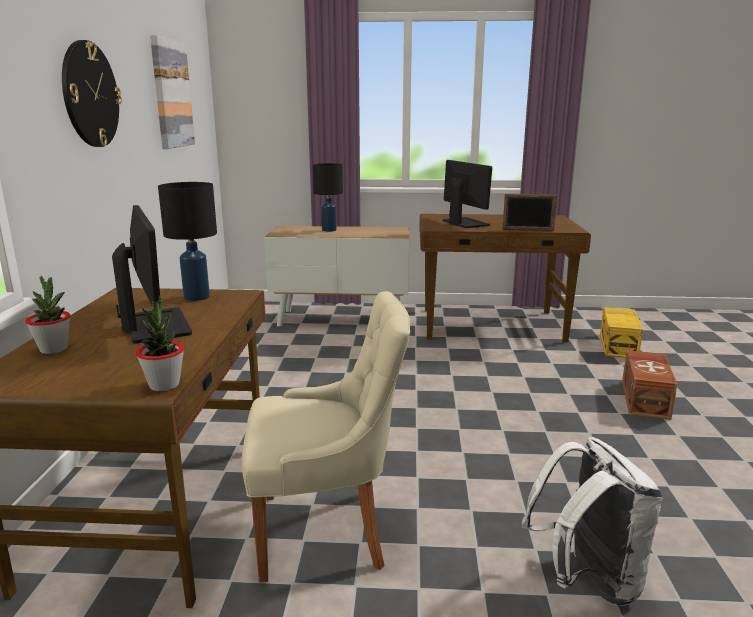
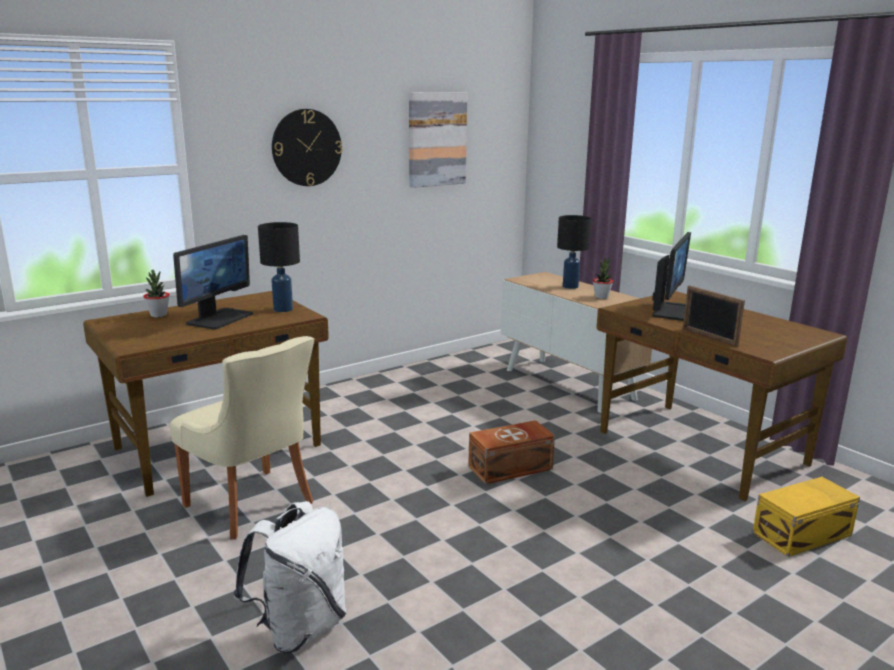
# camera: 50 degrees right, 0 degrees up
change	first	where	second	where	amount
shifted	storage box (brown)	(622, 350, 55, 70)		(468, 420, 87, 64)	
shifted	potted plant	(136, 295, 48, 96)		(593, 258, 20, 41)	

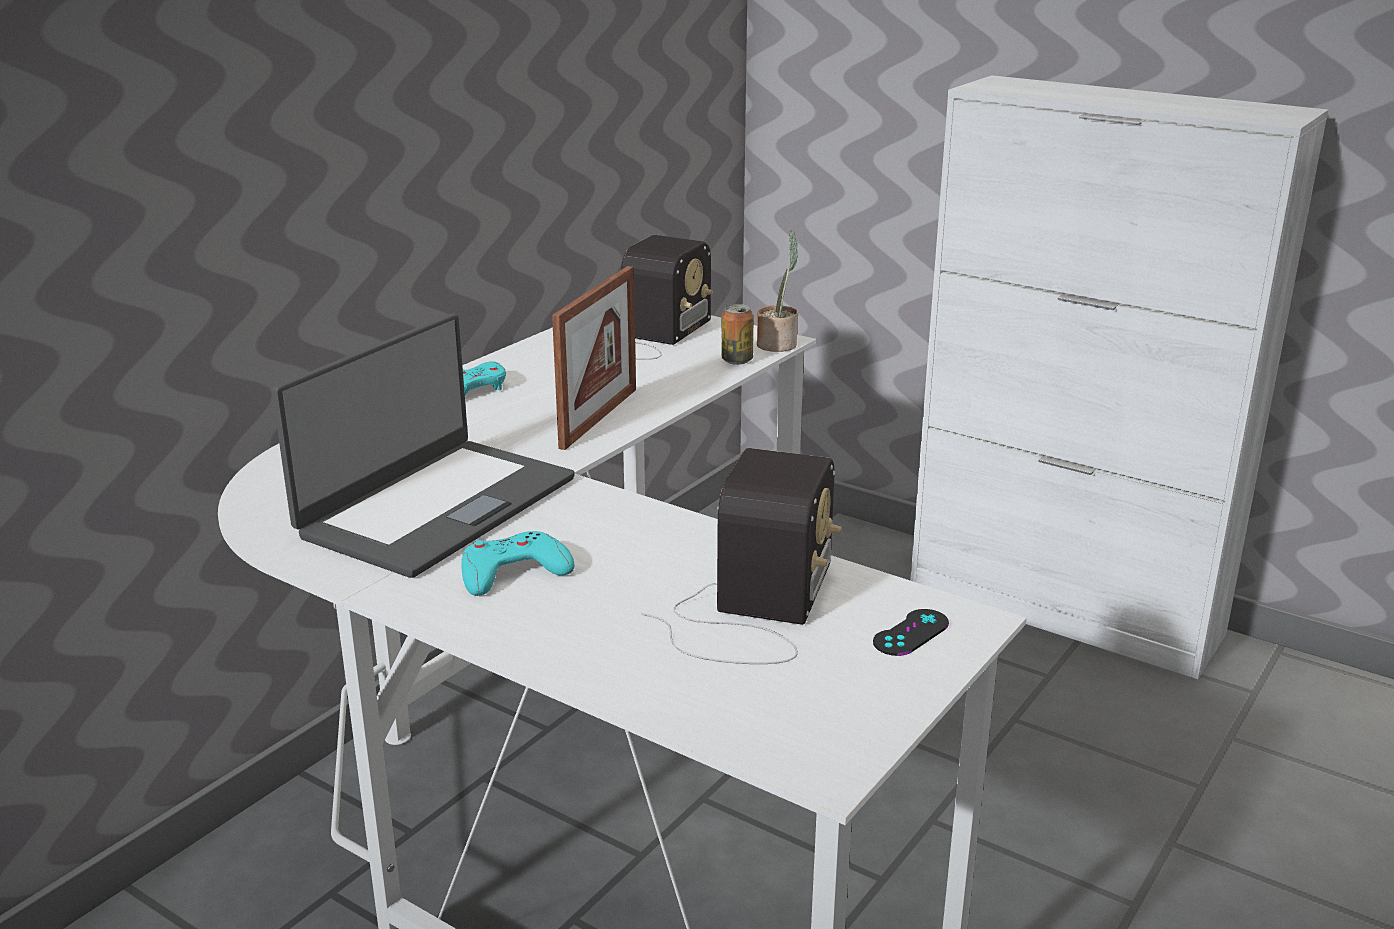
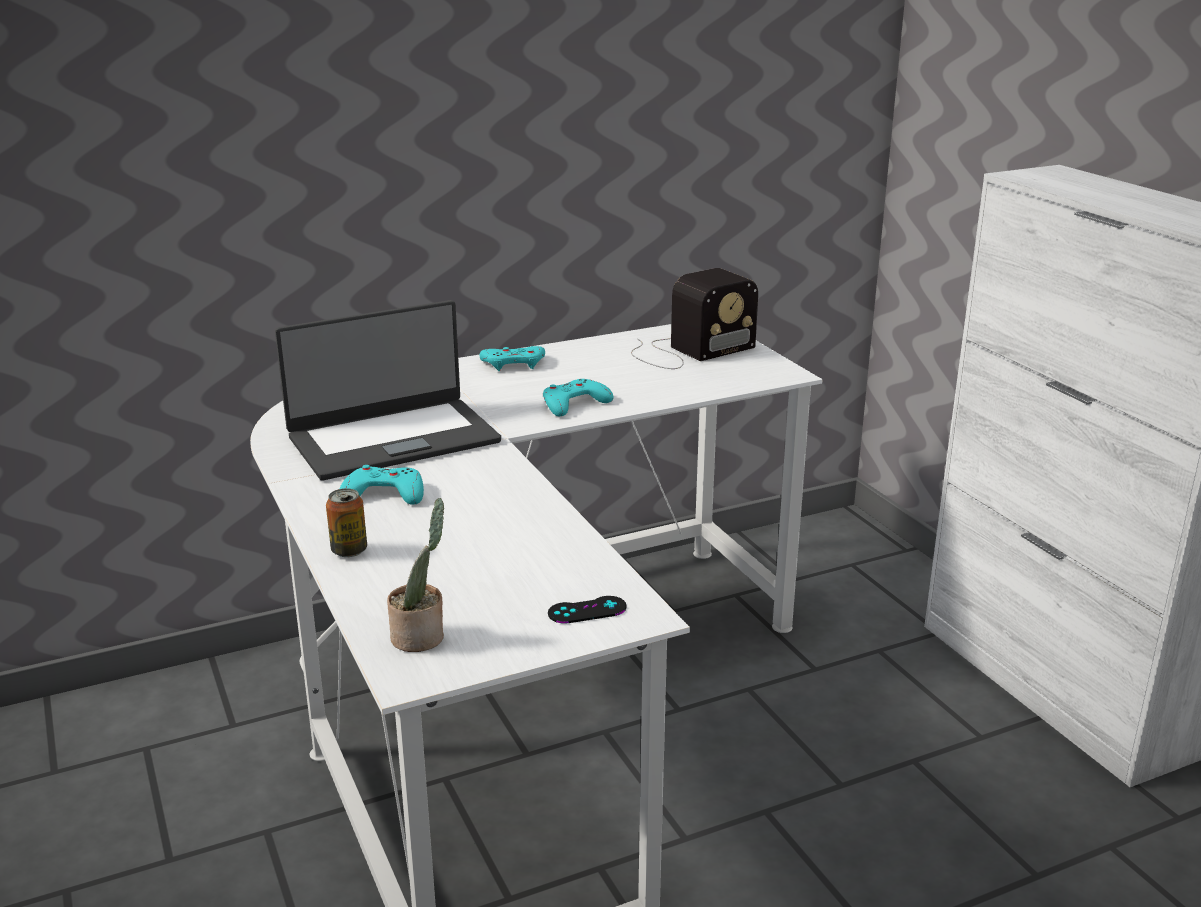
# camera: 30 degrees right, 0 degrees up
change	first	where	second	where	amount
shifted	can	(722, 304, 32, 61)		(326, 488, 41, 69)	
shifted	potted plant	(757, 230, 41, 122)		(387, 498, 57, 154)	
swapped	picture frame	(552, 266, 84, 184)	game controller (turquoise)	(543, 379, 71, 37)	
gone	radio	(641, 448, 201, 216)			

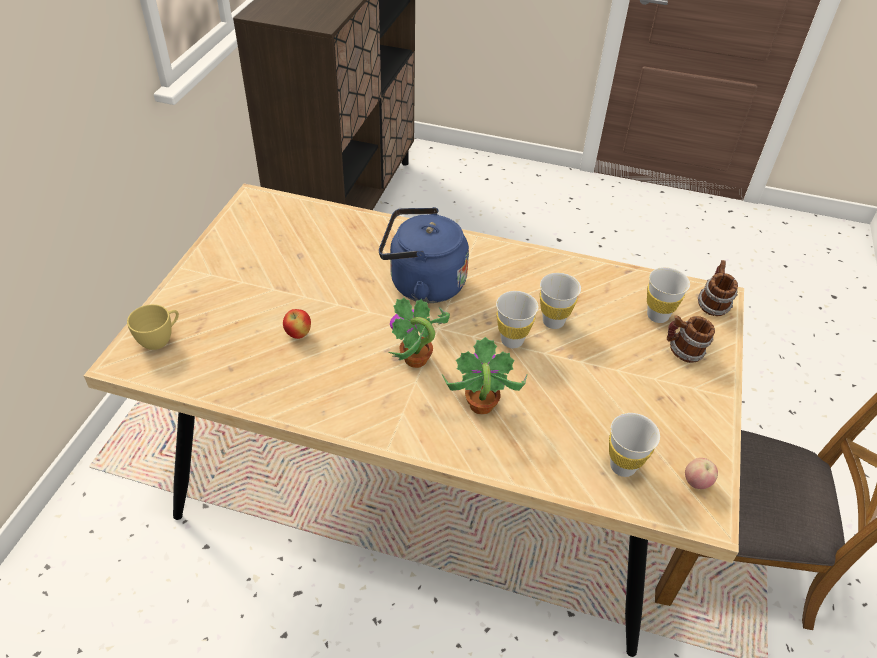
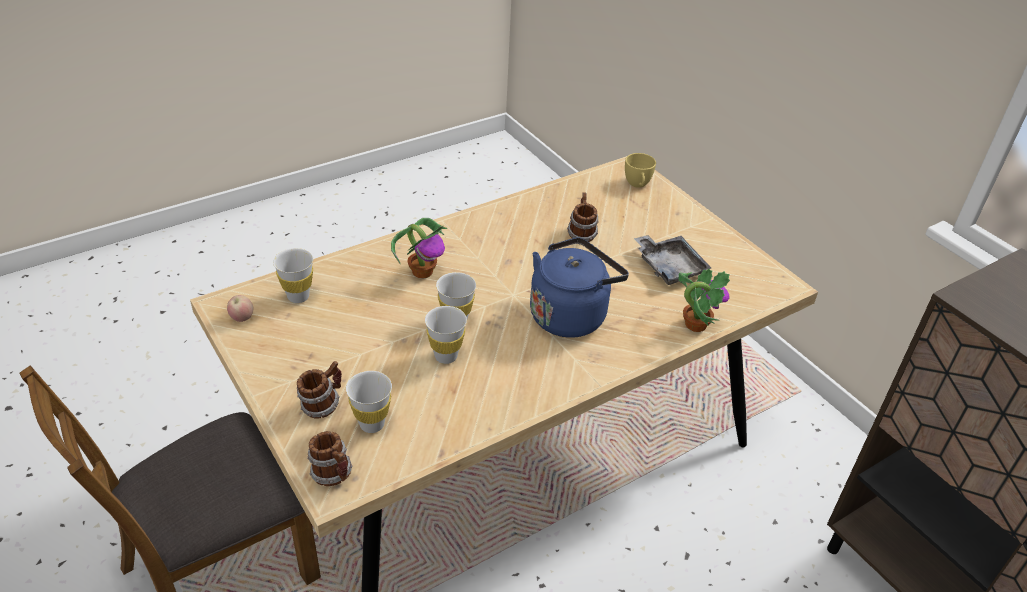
# camera: 130 degrees right, 5 degrees down
change	first	where	second	where	amount
swapped	apple	(283, 309, 28, 30)	mug	(567, 193, 32, 49)	
new			tray (grey)	(634, 235, 77, 50)	
shifted	potted plant	(388, 297, 62, 71)		(679, 269, 51, 63)	

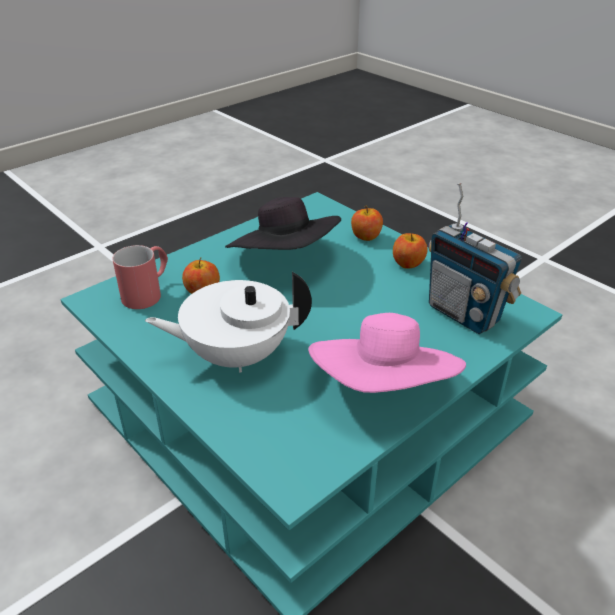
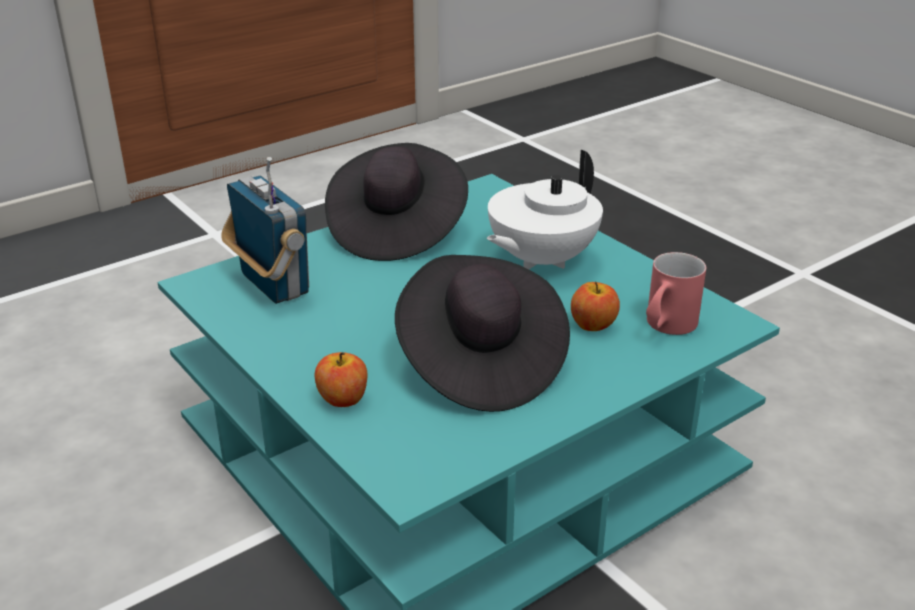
# camera: 175 degrees left, 5 degrees down
change	first	where	second	where	amount
repainted	hat (pink)	(308, 313, 158, 80)	hat (black)	(325, 143, 143, 118)	
rotated	teapot (white)	(145, 272, 167, 101)		(487, 150, 116, 119)	135 degrees clockwise
gone	apple	(393, 233, 35, 35)			

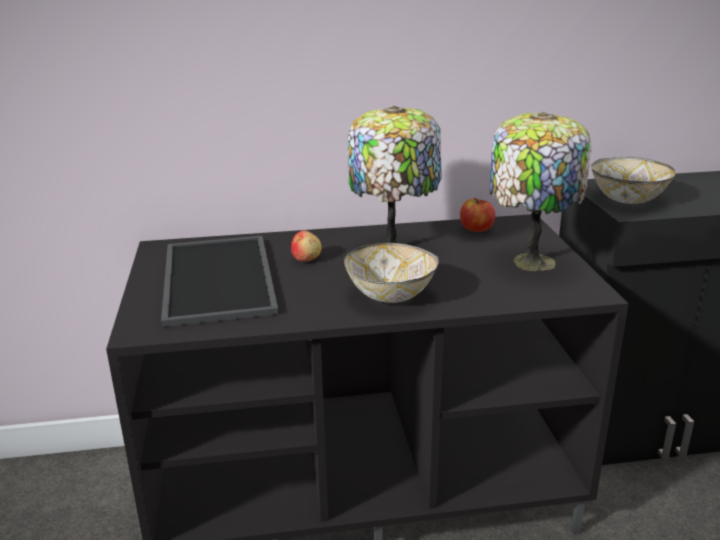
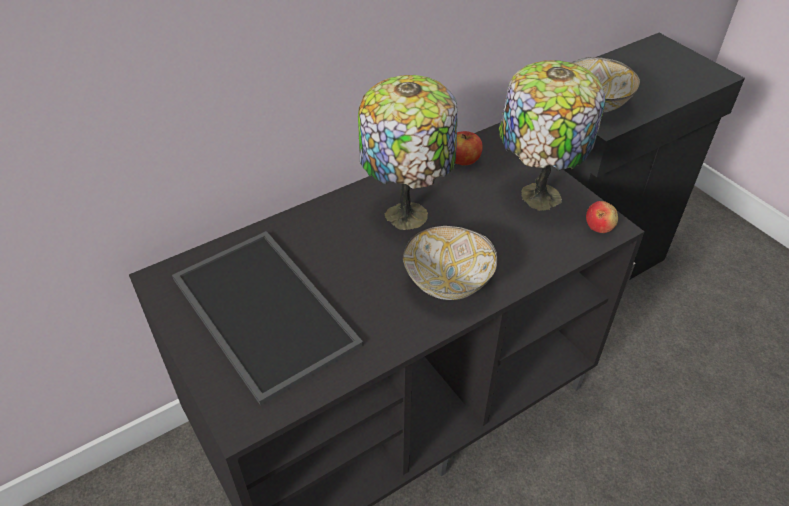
# camera: 25 degrees left, 20 degrees up
change	first	where	second	where	amount
shifted	apple	(291, 230, 31, 32)		(586, 201, 32, 32)	

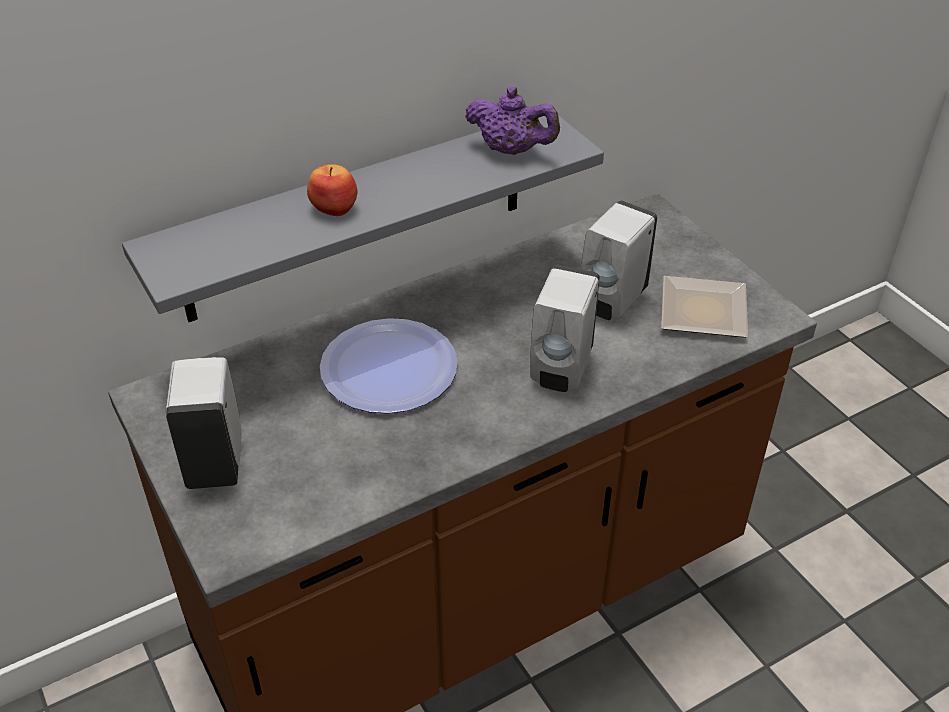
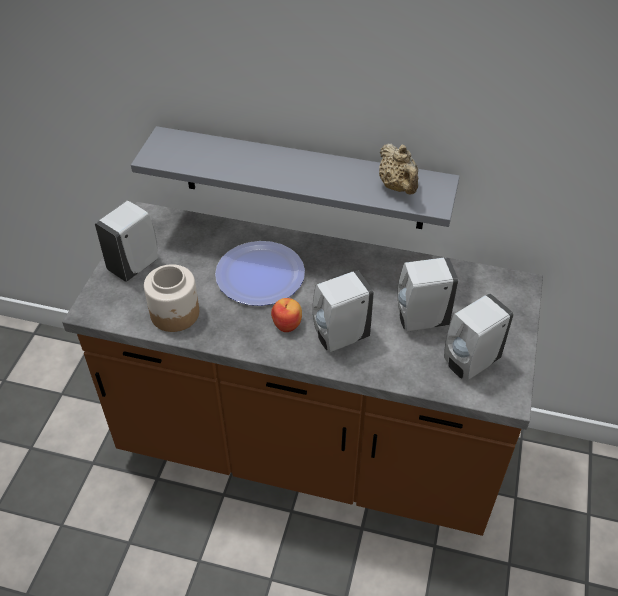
# camera: 45 degrees right, 5 degrees up
change	first	where	second	where	amount
new			jar	(144, 264, 55, 68)	
shifted	apple	(307, 164, 50, 52)		(271, 298, 31, 34)	
repainted	teapot (purple)	(465, 86, 95, 69)	teapot (beige)	(379, 143, 39, 52)	
swapped	plate	(661, 276, 87, 62)	soap dispenser (white)	(444, 294, 69, 86)	

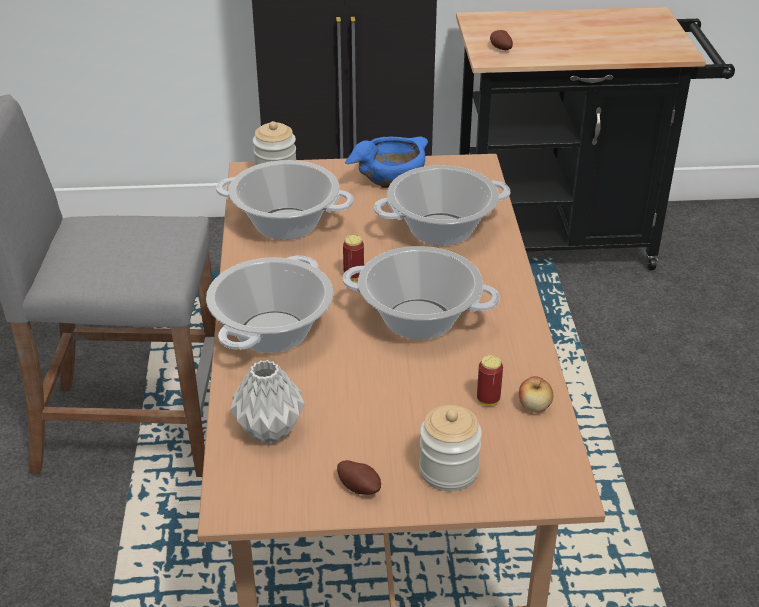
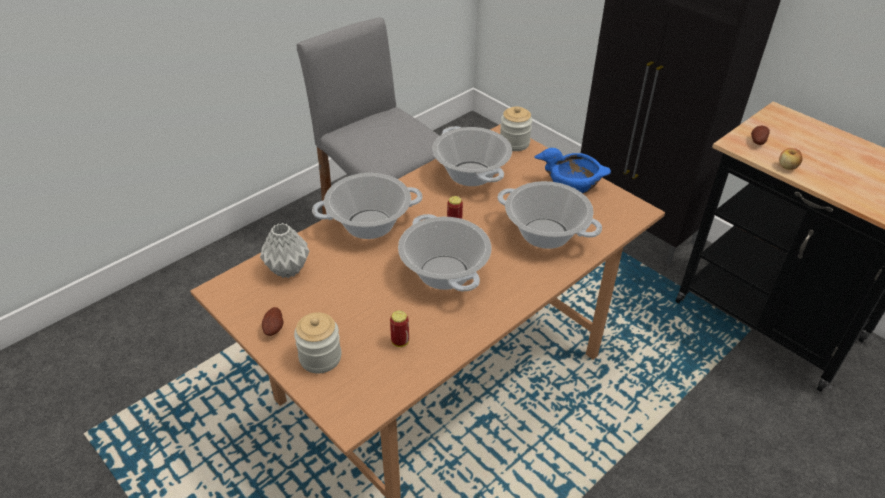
# camera: 50 degrees right, 5 degrees up
change	first	where	second	where	amount
shifted	apple	(519, 376, 34, 37)		(779, 148, 24, 22)	

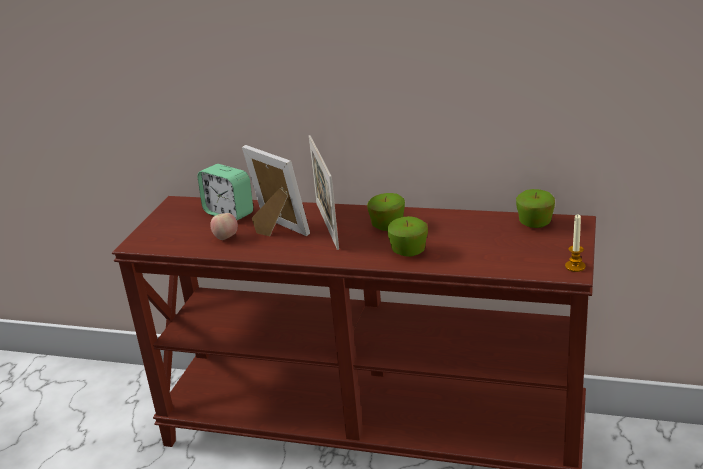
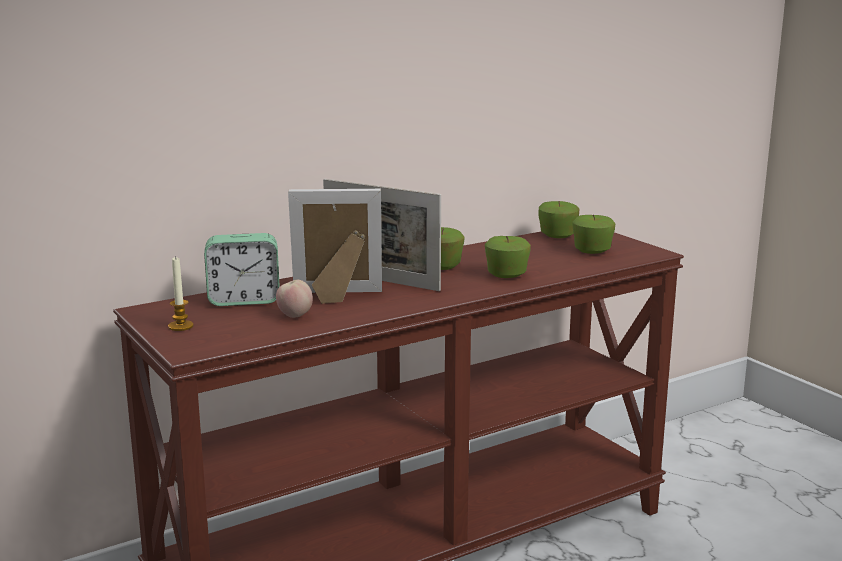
# camera: 50 degrees left, 10 degrees down
change	first	where	second	where	amount
shifted	candle	(565, 215, 21, 57)		(168, 256, 26, 75)	
new			apple	(572, 215, 43, 39)	

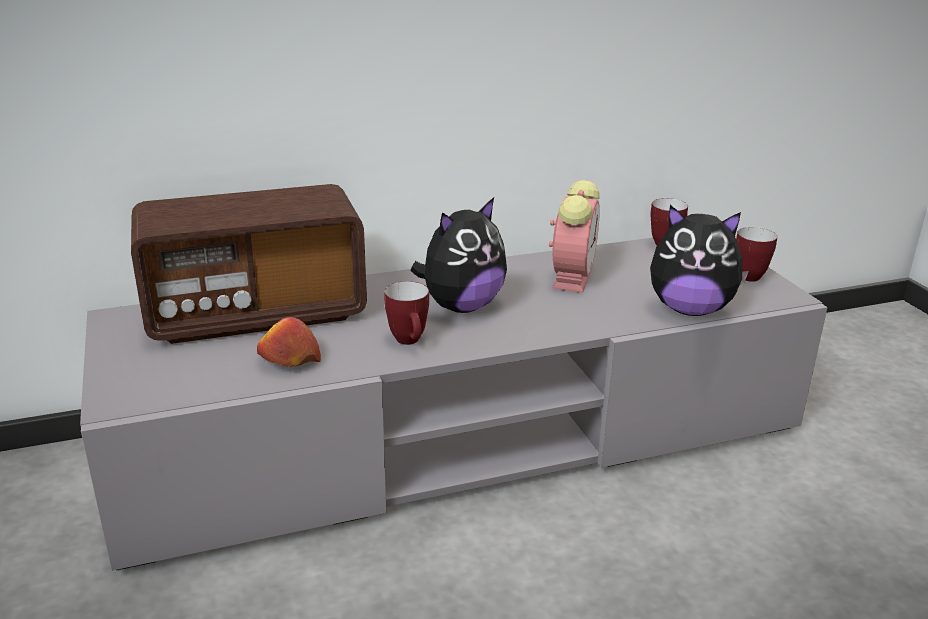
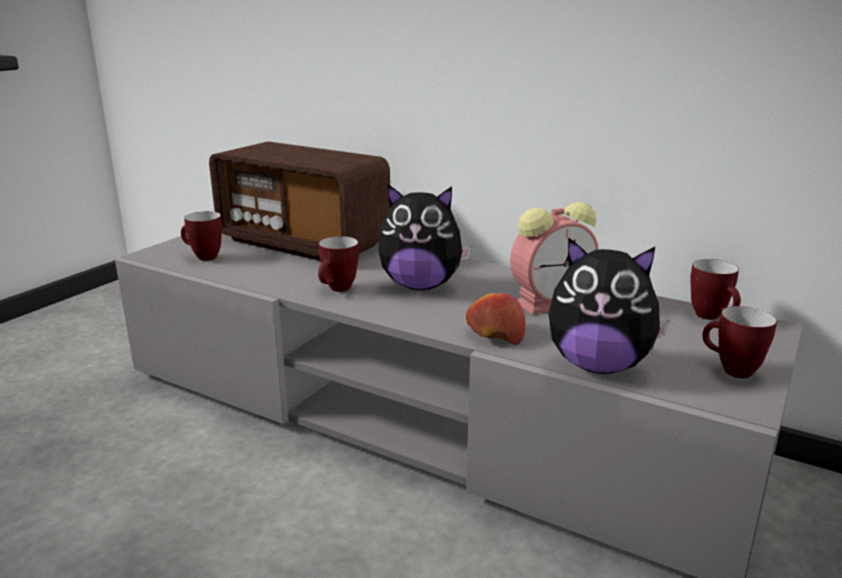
# camera: 50 degrees right, 5 degrees down
change	first	where	second	where	amount
new			mug	(181, 211, 41, 50)	
shifted	apple	(257, 317, 64, 50)		(466, 293, 60, 52)	
rotated	plush toy	(650, 205, 99, 111)		(548, 237, 122, 137)	45 degrees counterclockwise

